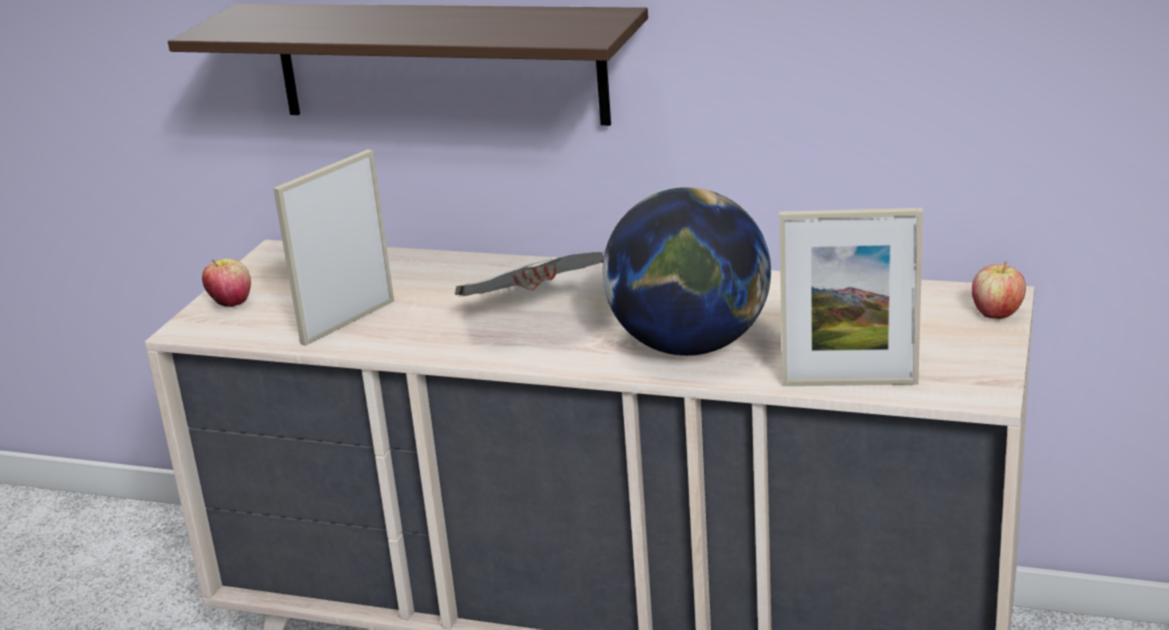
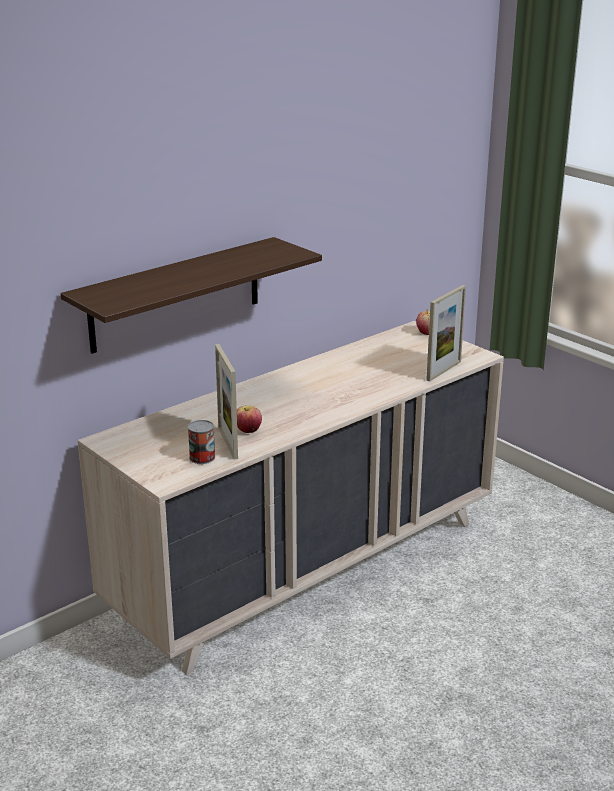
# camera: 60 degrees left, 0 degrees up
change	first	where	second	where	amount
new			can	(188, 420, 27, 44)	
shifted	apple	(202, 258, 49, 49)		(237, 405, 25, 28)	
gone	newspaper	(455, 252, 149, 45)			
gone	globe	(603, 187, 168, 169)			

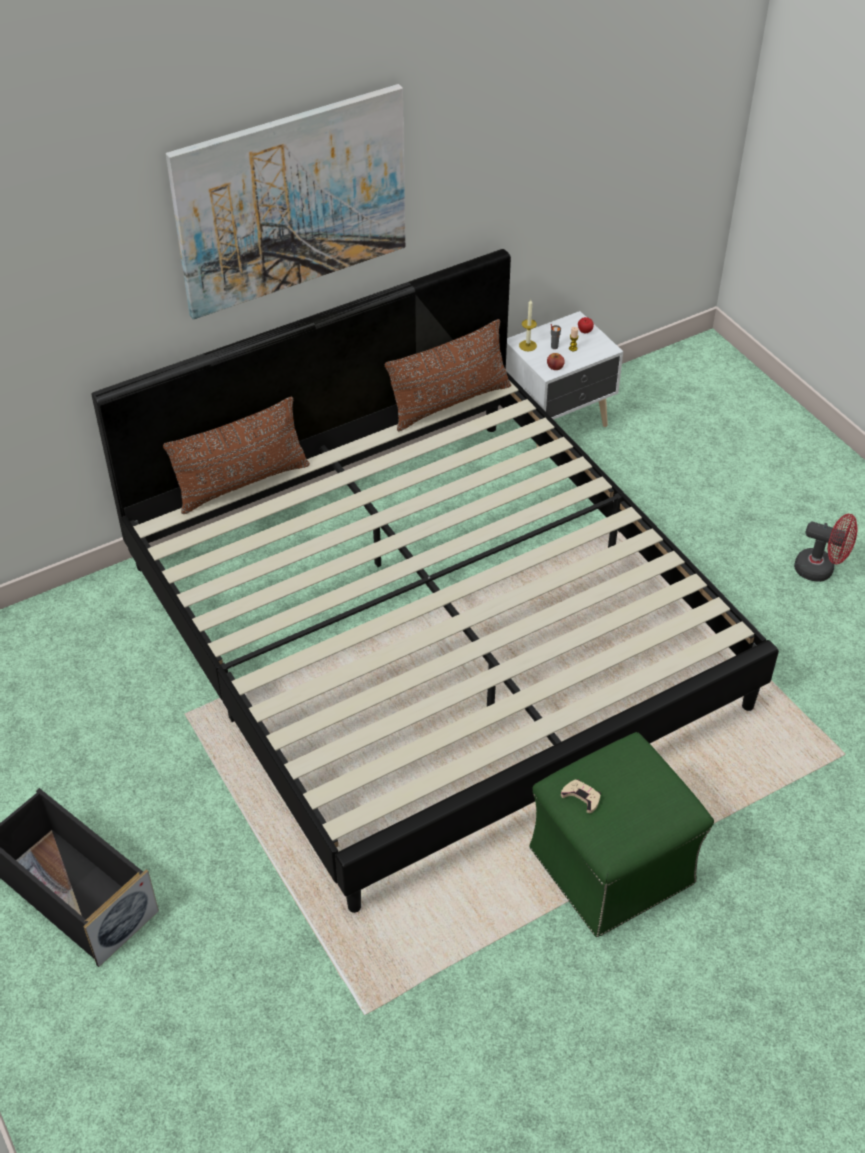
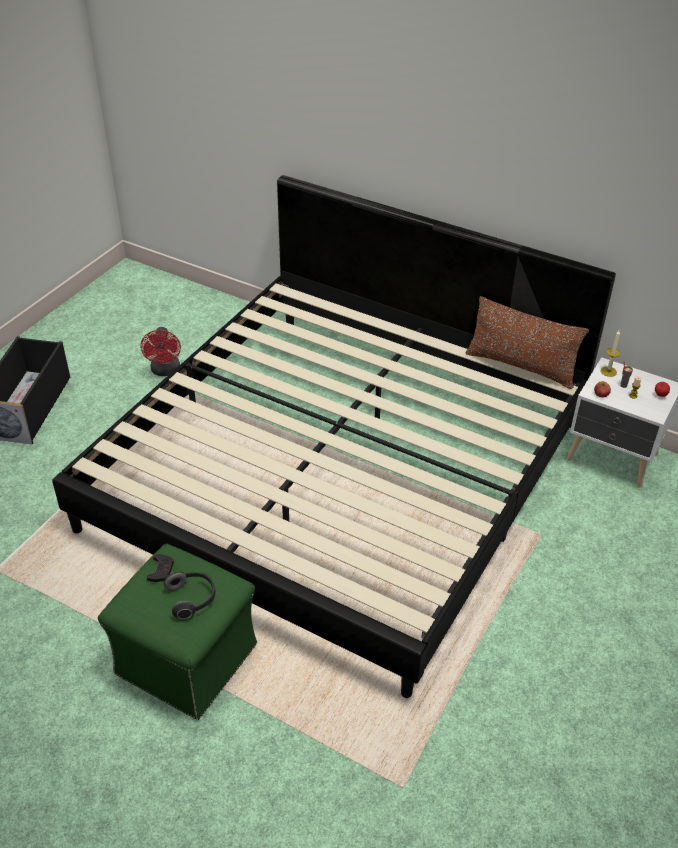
# camera: 60 degrees right, 5 degrees down
change	first	where	second	where	amount
shifted	fan (red)	(794, 514, 64, 68)		(140, 327, 41, 49)	
repainted	game controller (beige)	(561, 780, 40, 33)	game controller (black)	(147, 554, 27, 28)	
new			headphones	(164, 572, 51, 47)	
gone	pillow (brown)	(163, 397, 147, 117)			
gone	picture	(166, 84, 239, 236)			

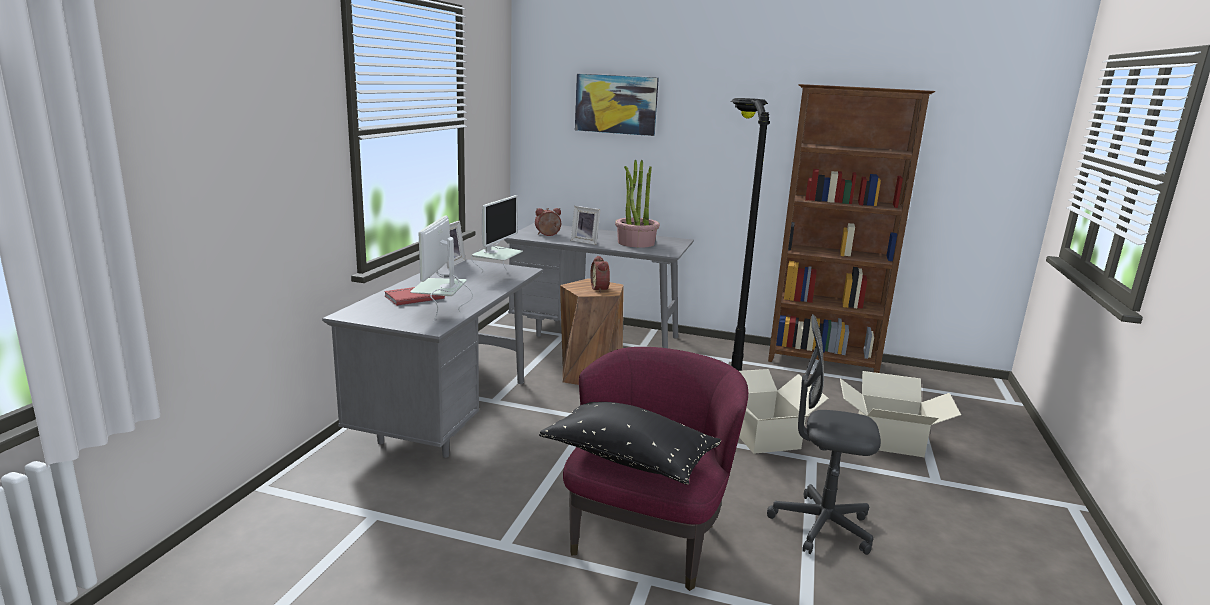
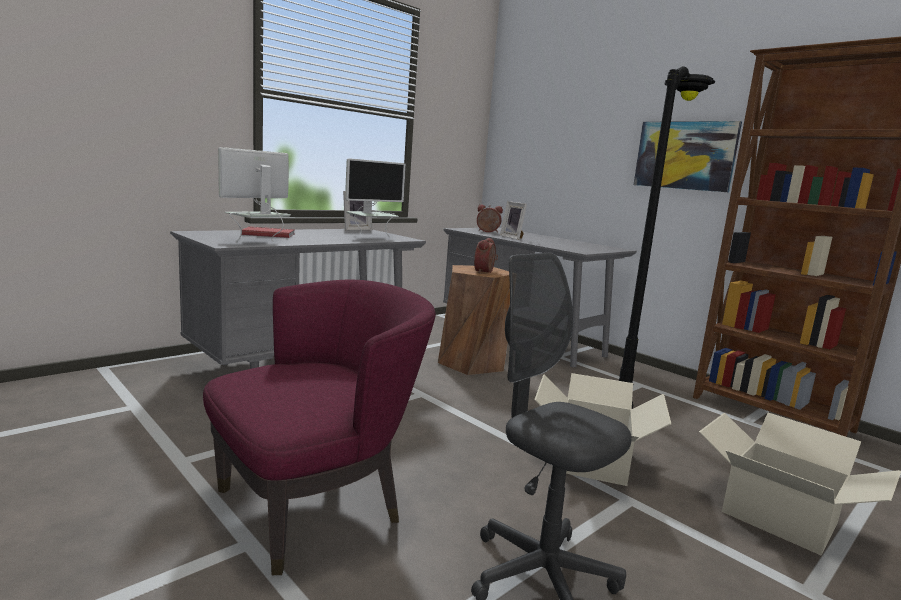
# camera: 30 degrees right, 5 degrees down
change	first	where	second	where	amount
shifted	picture	(575, 74, 84, 62)		(634, 121, 108, 71)	
gone	pillow (black)	(539, 402, 182, 82)			
gone	potted plant	(615, 159, 45, 89)			

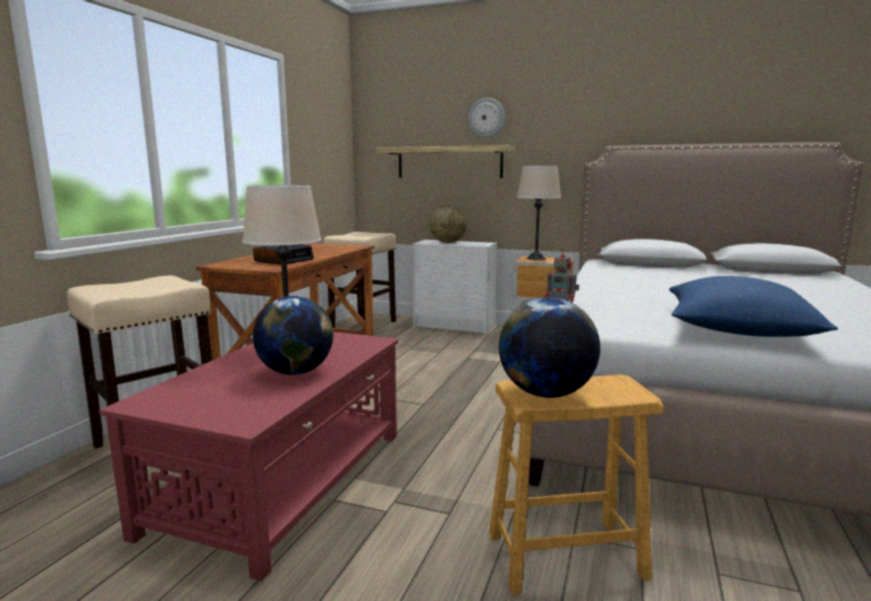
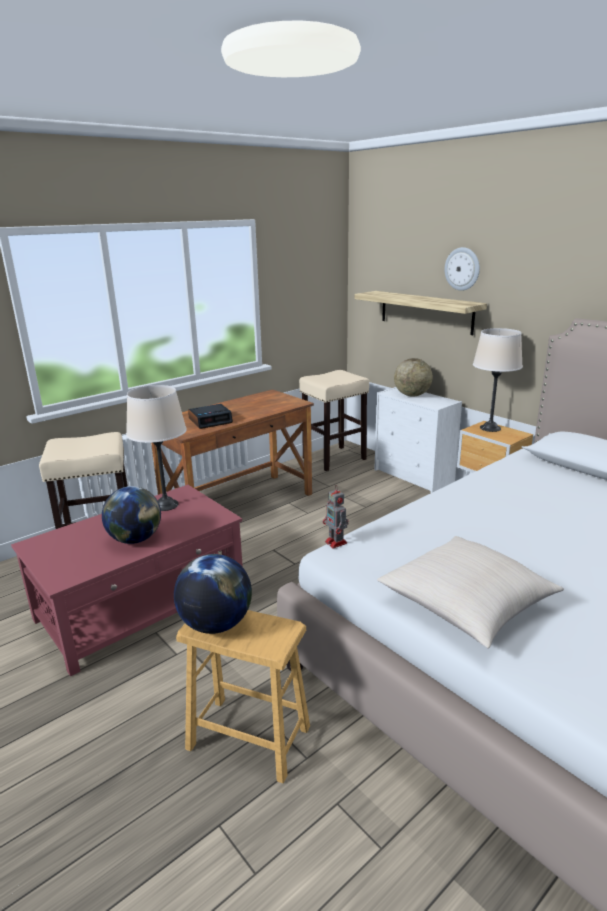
# camera: 30 degrees right, 10 degrees up
change	first	where	second	where	amount
repainted	pillow (blue)	(669, 276, 169, 61)	pillow (beige)	(377, 536, 187, 113)	

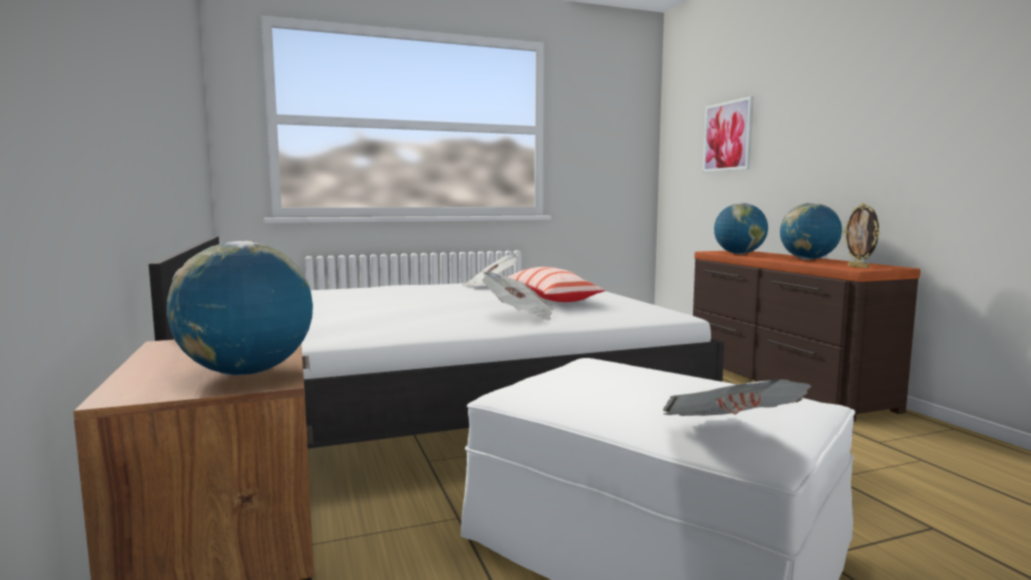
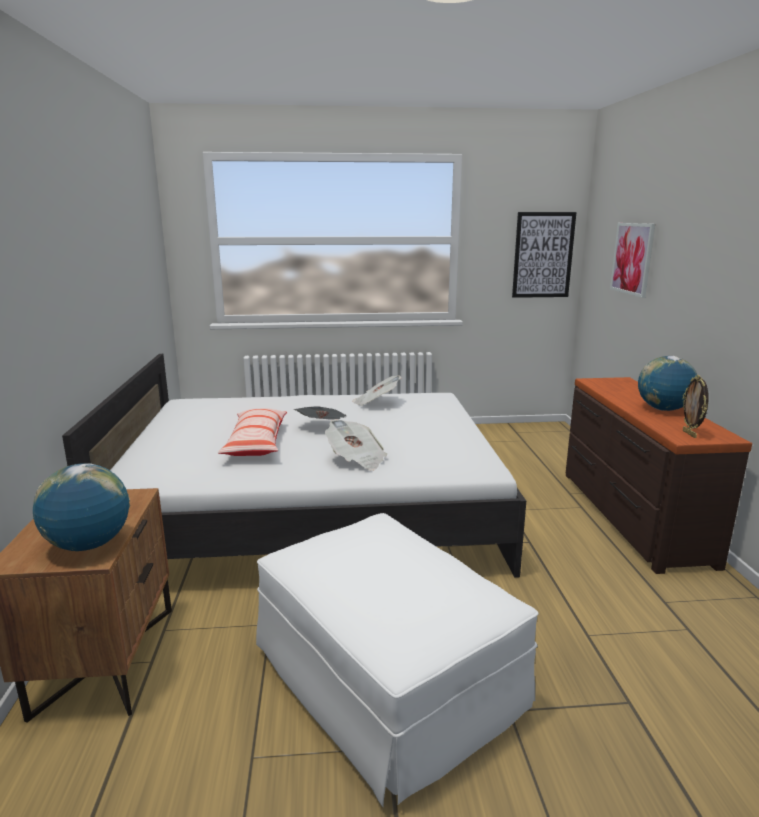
# camera: 15 degrees right, 10 degrees up
change	first	where	second	where	amount
shifted	pillow	(508, 267, 98, 35)		(218, 408, 69, 48)	
shifted	newspaper	(663, 379, 149, 37)		(294, 407, 53, 13)	
new			picture	(512, 212, 64, 86)	
gone	globe	(714, 203, 54, 51)			

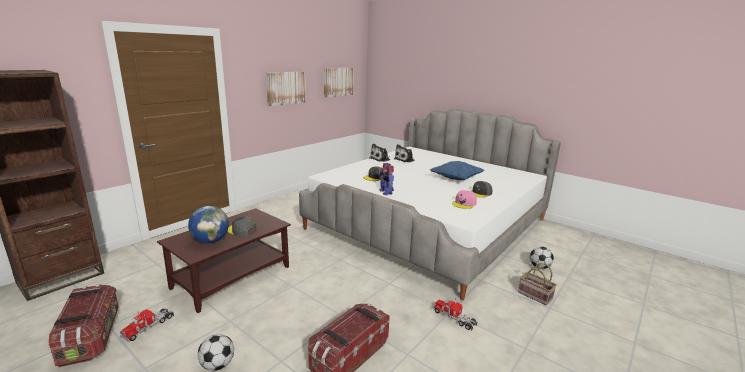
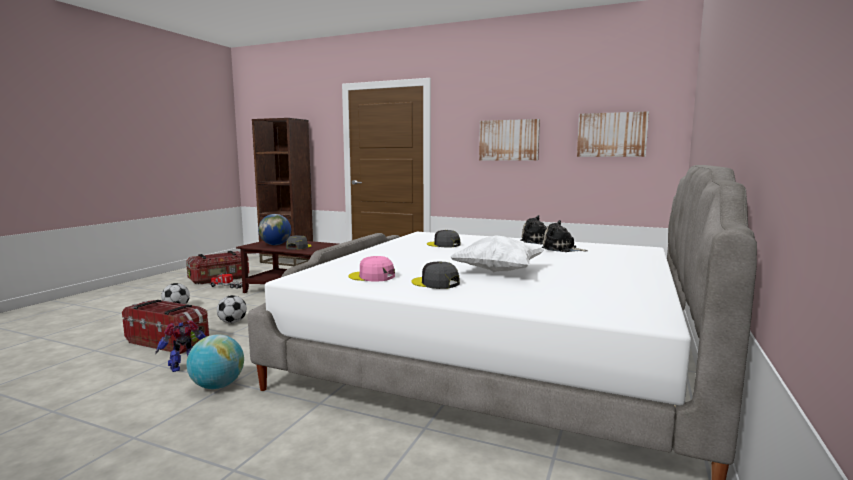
# camera: 75 degrees right, 10 degrees down
change	first	where	second	where	amount
shifted	toy robot	(379, 163, 15, 32)		(155, 320, 51, 52)	
swapped	toy truck	(433, 298, 45, 33)	globe	(186, 334, 58, 55)	
shifted	football	(530, 246, 24, 23)		(217, 295, 30, 28)	
repainted	pillow (blue)	(430, 161, 55, 19)	pillow (white)	(450, 235, 95, 37)	
gone	basket	(518, 263, 39, 42)			

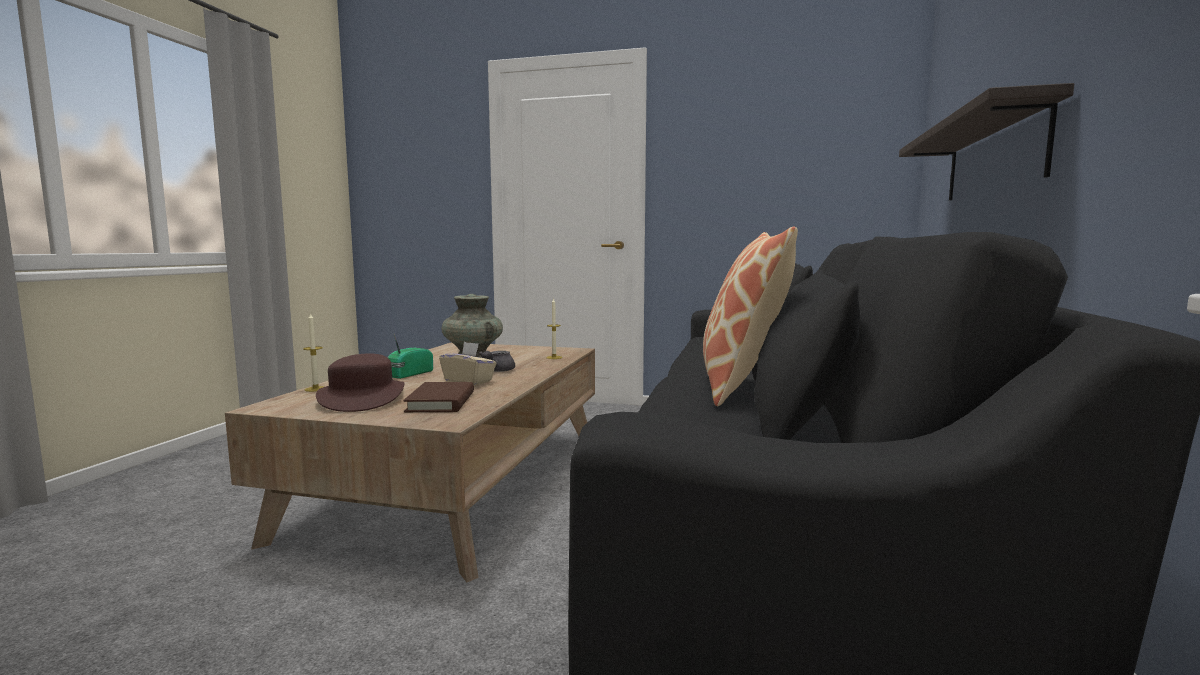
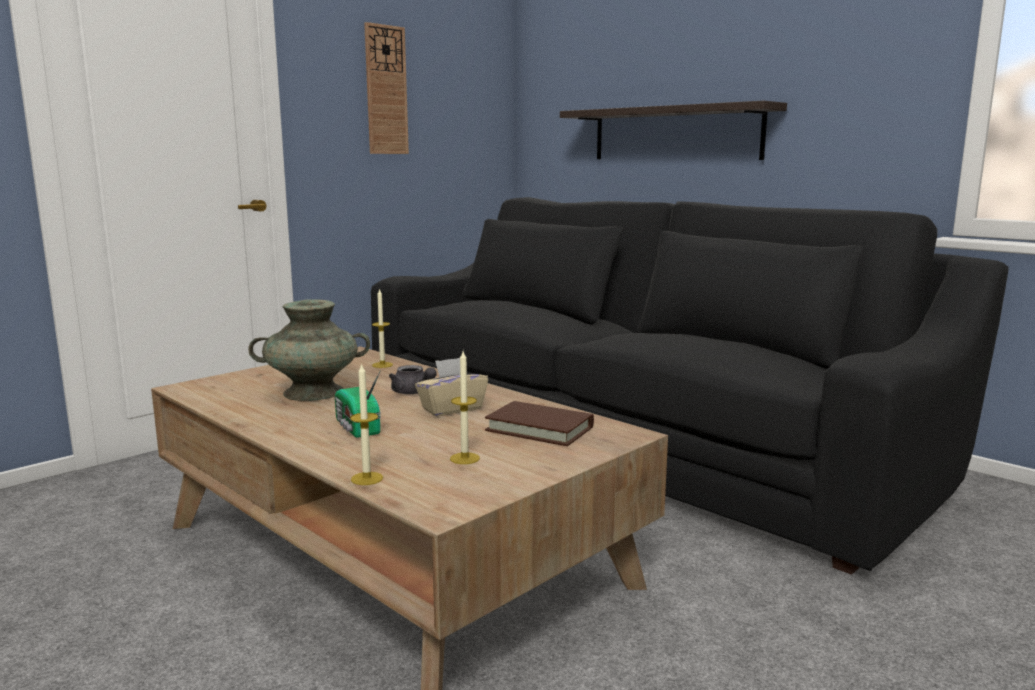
# camera: 60 degrees left, 5 degrees up
change	first	where	second	where	amount
new			wall clock	(364, 22, 45, 132)	
swapped	hat (brown)	(316, 353, 88, 59)	candle	(450, 351, 30, 113)	
gone	pillow	(703, 227, 95, 179)			

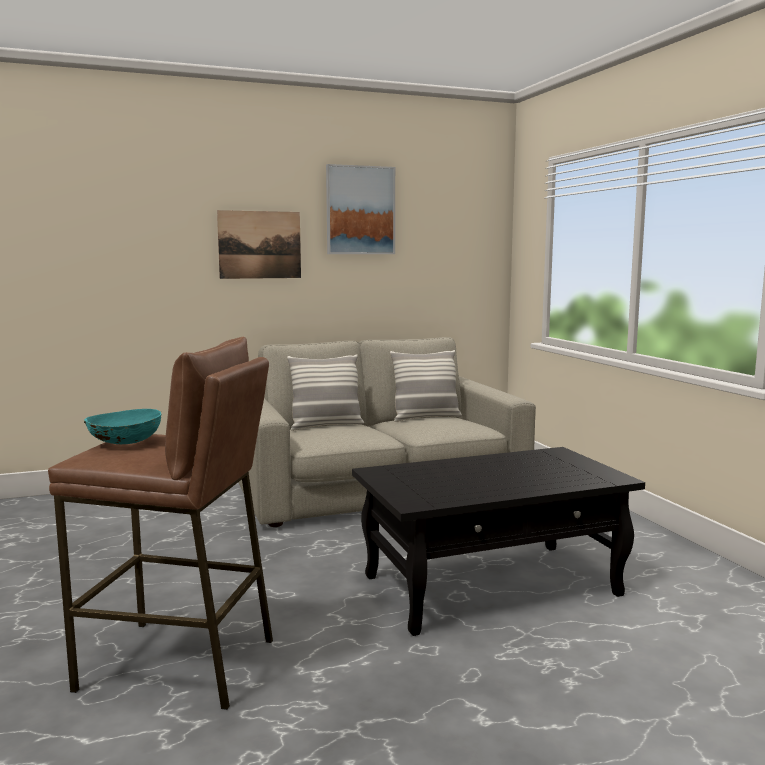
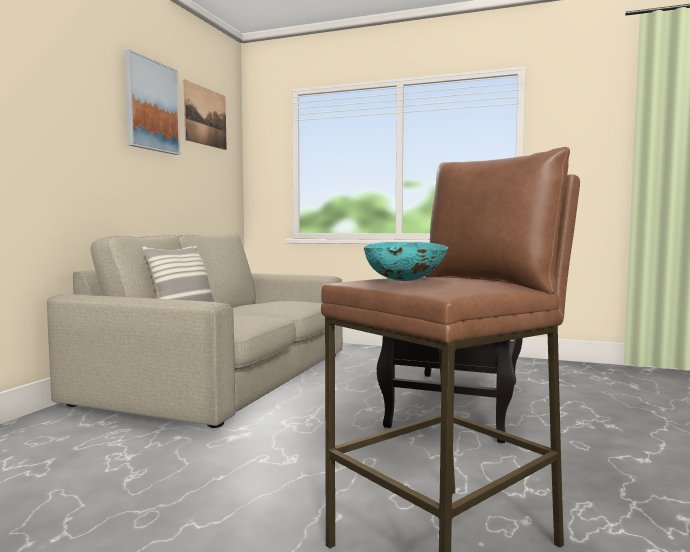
# camera: 50 degrees left, 5 degrees down
change	first	where	second	where	amount
shifted	picture	(217, 210, 84, 69)		(183, 79, 44, 71)	
gone	pillow	(390, 350, 72, 72)			

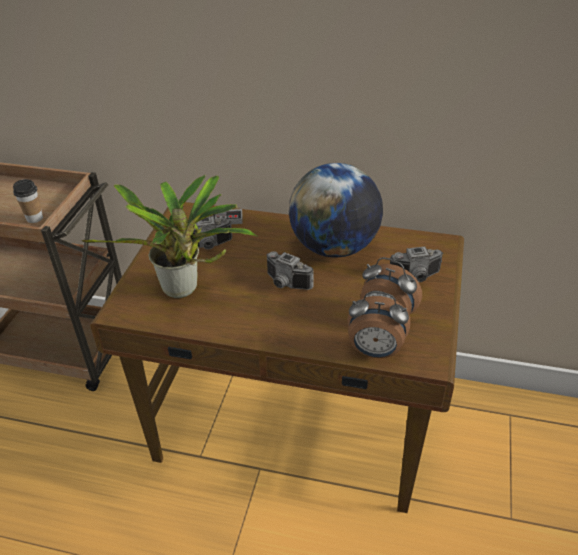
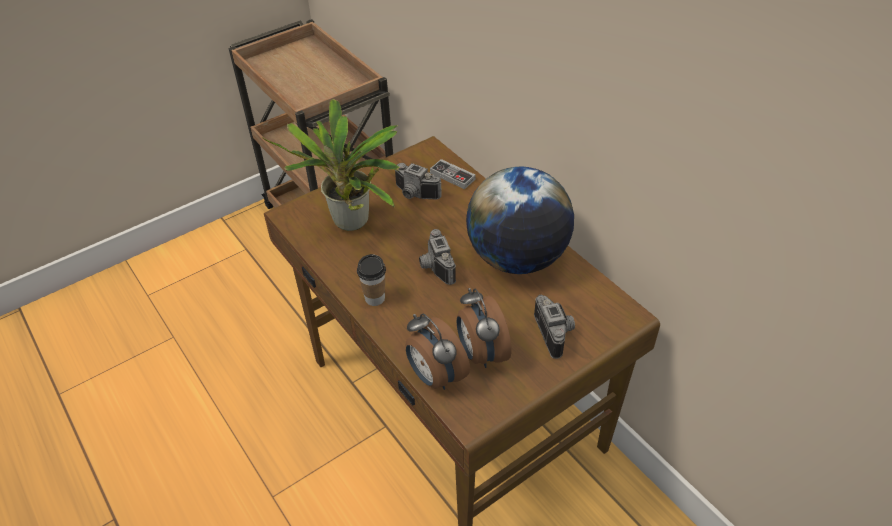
# camera: 40 degrees right, 5 degrees up
change	first	where	second	where	amount
shifted	cup	(13, 179, 30, 44)		(357, 254, 29, 52)	
rotated	photo camera	(390, 246, 53, 36)		(534, 295, 41, 64)	135 degrees counterclockwise

